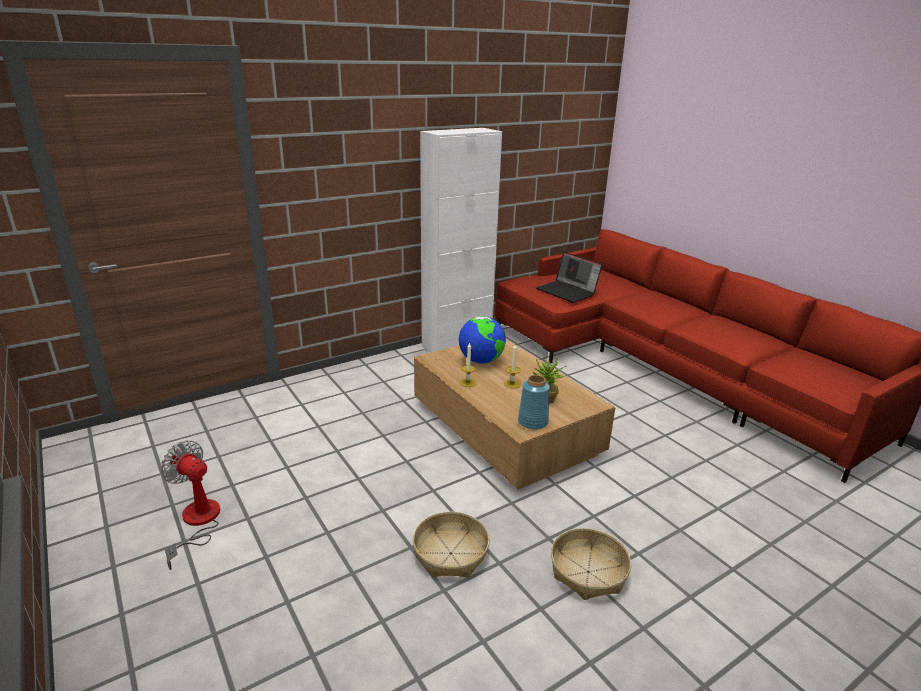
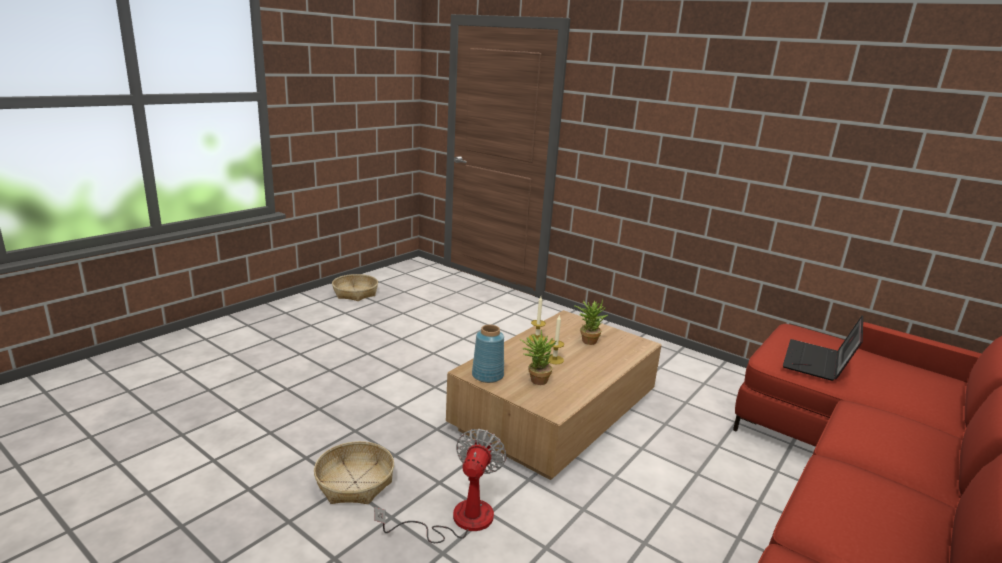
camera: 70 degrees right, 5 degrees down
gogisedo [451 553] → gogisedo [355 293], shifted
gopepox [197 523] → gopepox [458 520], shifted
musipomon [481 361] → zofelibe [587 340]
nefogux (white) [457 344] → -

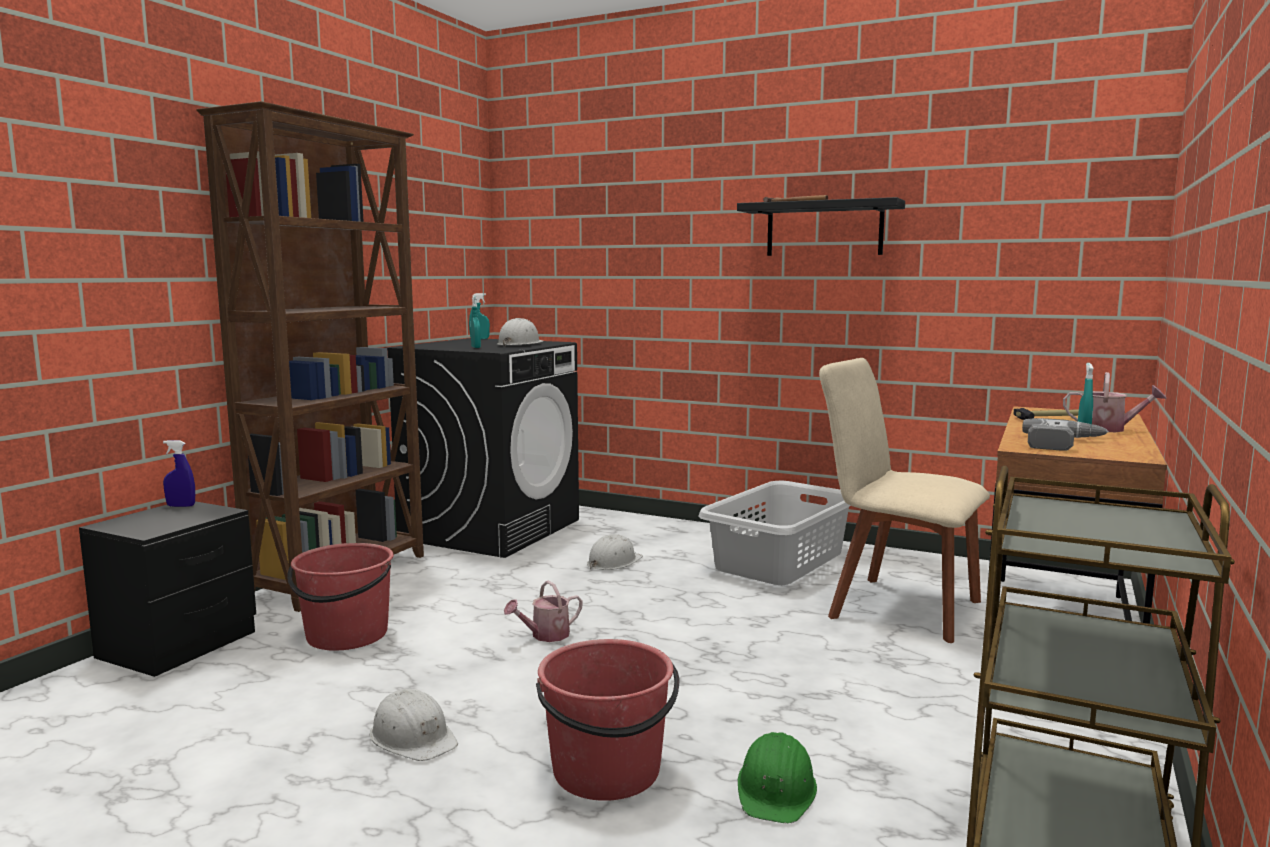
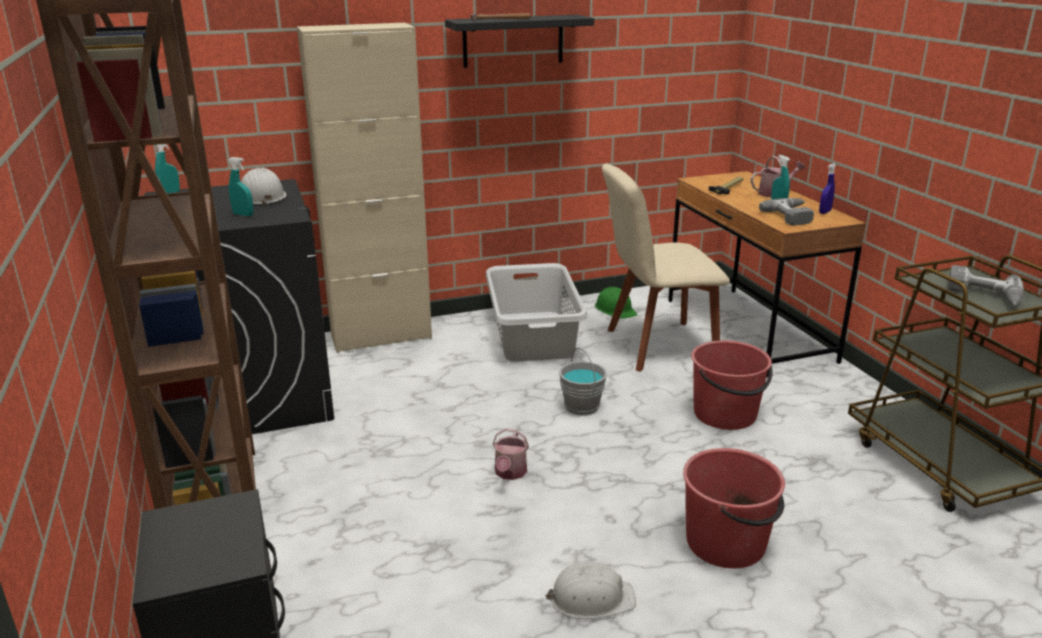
camera: 45 degrees left, 15 degrees up
- → nefogux (beige) [381 336]
- → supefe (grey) [581 406]
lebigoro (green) [776 789] → lebigoro (green) [615 309], shifted
supefe (red) [346 635] → supefe (red) [725 415], shifted
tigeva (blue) [181 506] → tigeva (blue) [824 212], shifted
- → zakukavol [983 295]
lebigoro (white) [613 562] → -

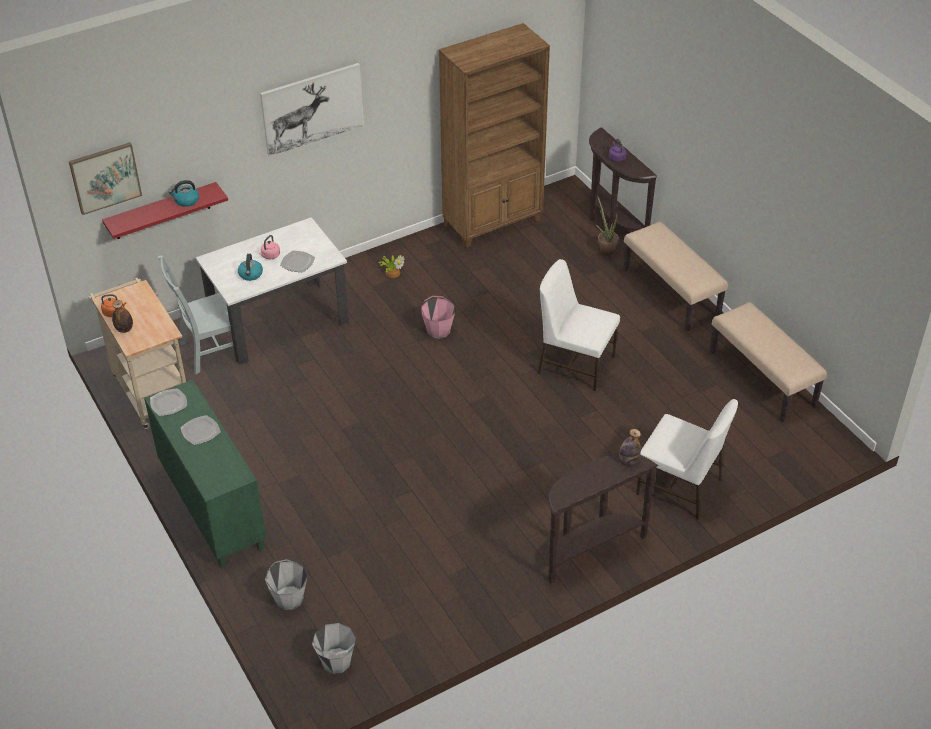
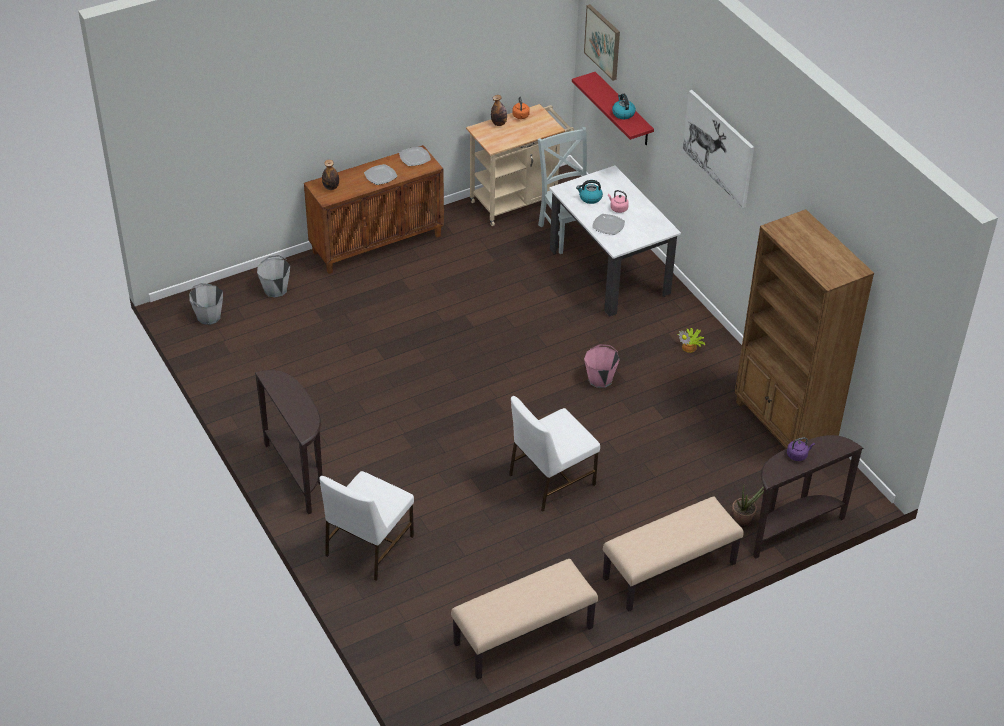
camera: 90 degrees right, 0 degrees up
nefogux (green) [211 508] → nefogux (brown) [377 243]
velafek [628 460] → velafek [331 187], shifted
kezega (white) [575 363] → kezega (white) [550 480], 150 degrees counterclockwise

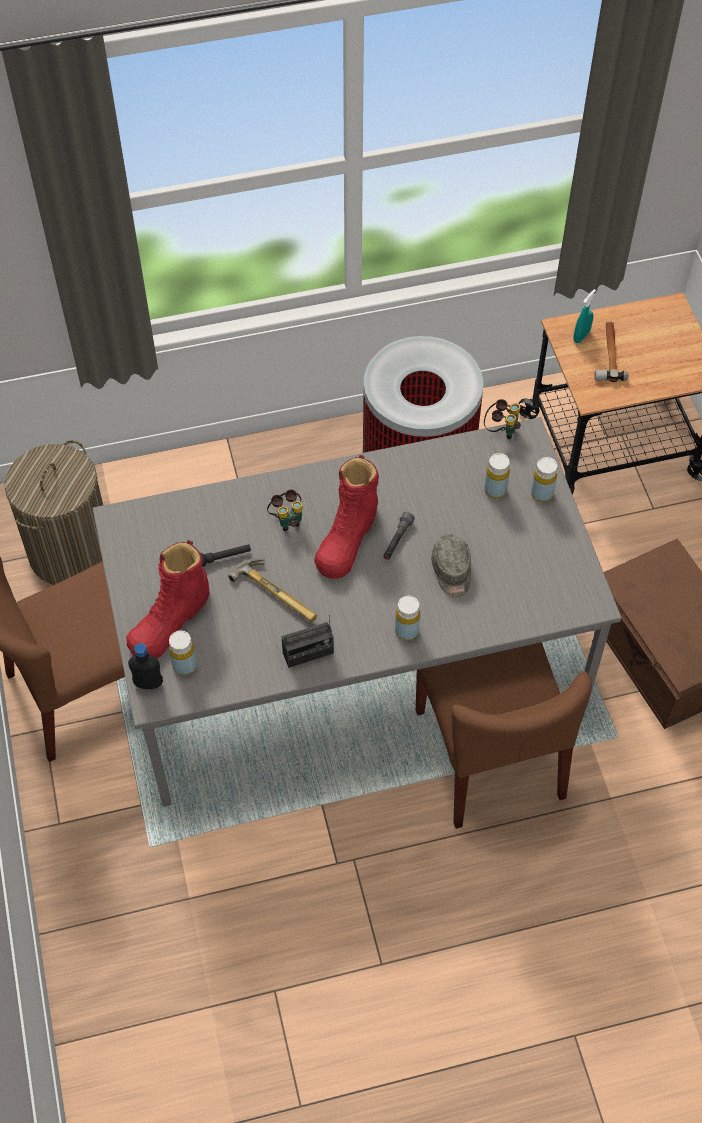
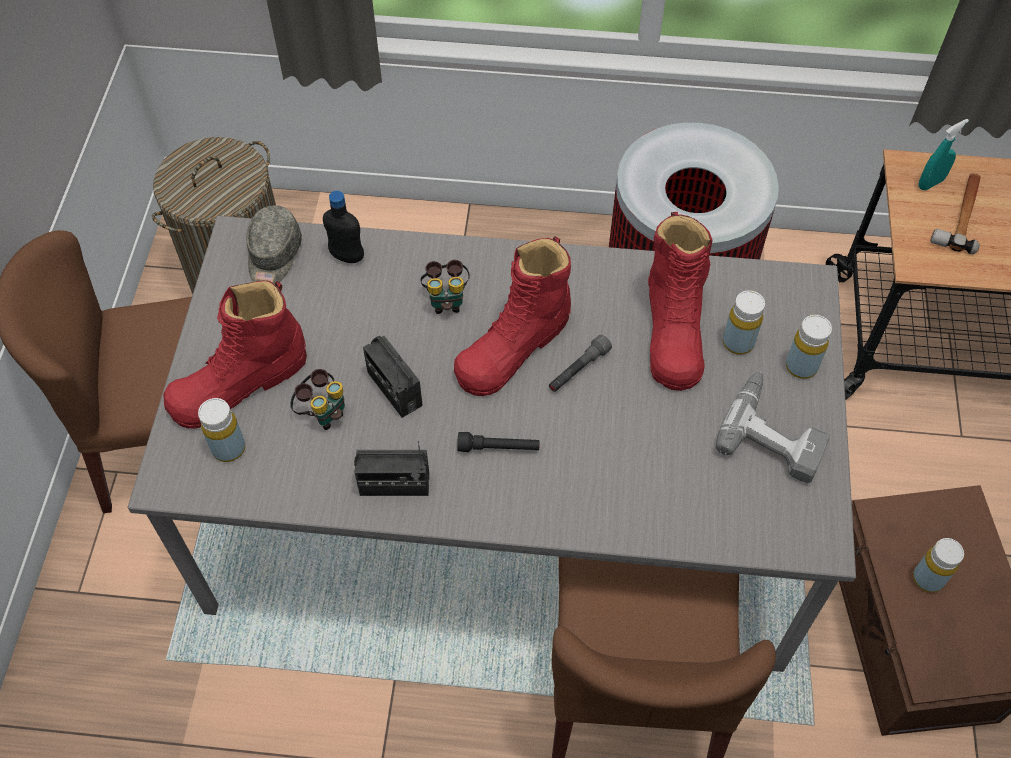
camera: 20 degrees right, 0 degrees up
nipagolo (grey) [452 572] → nipagolo (grey) [273 256], shifted
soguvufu [501 430] → soguvufu [323 413], shifted
velafek (black) [148 684] → velafek (black) [347 256], shifted
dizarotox [279 591] → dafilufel [394 389]
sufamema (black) [223 558] → sufamema (black) [498 448], shifted
- → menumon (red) [673 331]
- → zakukavol [775 432]
velafek (yellow) [406 631] → velafek (yellow) [928 578], shifted

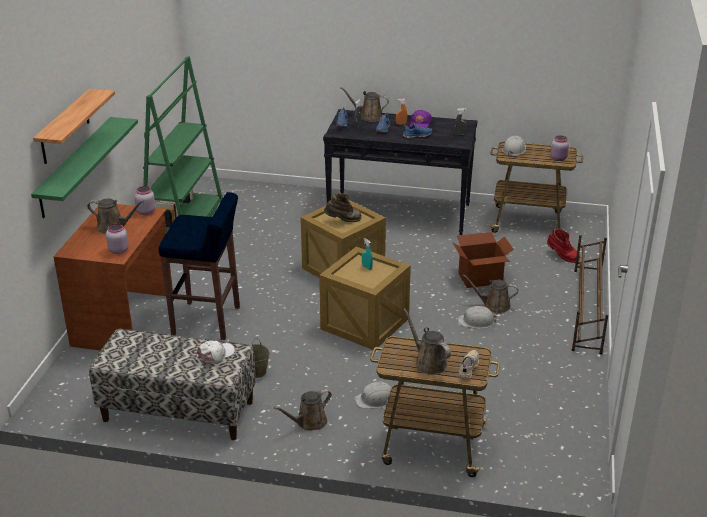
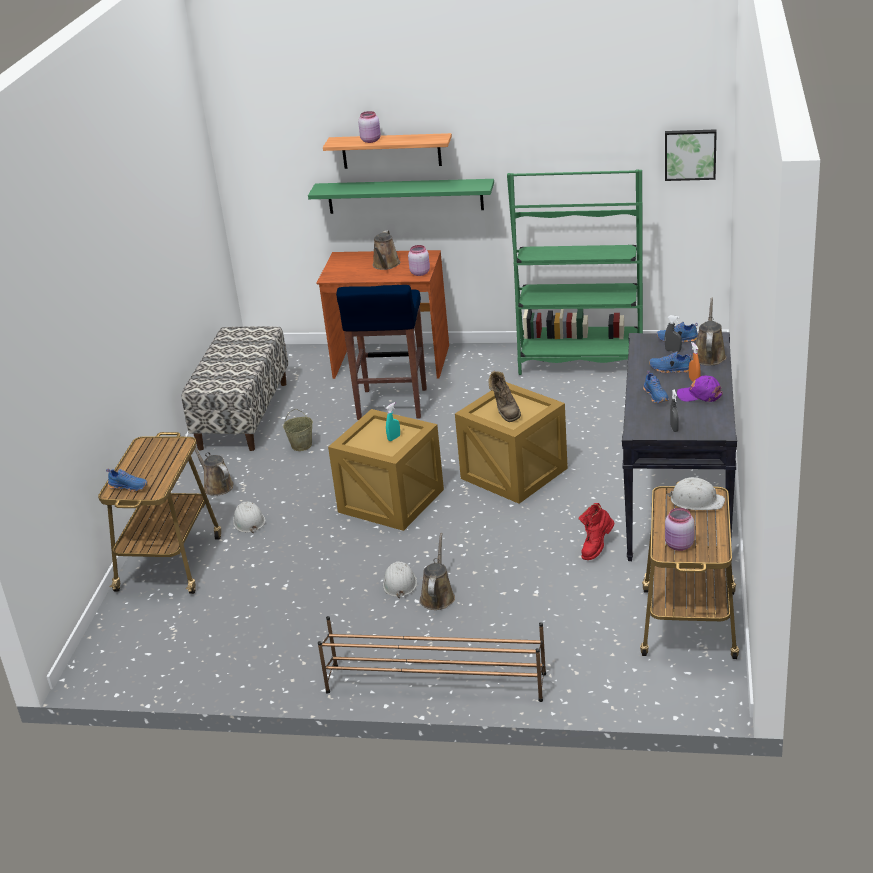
camera: 90 degrees right, 0 degrees up
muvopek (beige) [467 368] → muvopek (blue) [129 486]
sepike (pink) [118 250] → sepike (pink) [371 140], shifted
menumon (red) [561 256] → menumon (red) [596 547], shifted
- → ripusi [690 154]
nipagolo (white) [215 355] → -
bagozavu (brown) [428 363] → -
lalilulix [480 279] → -

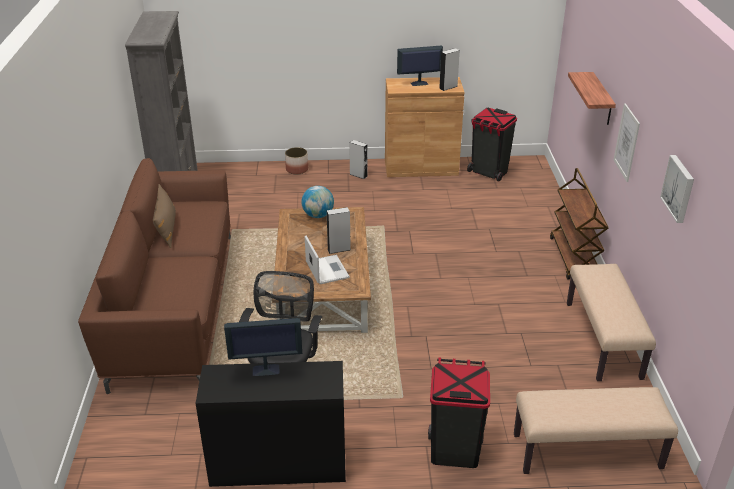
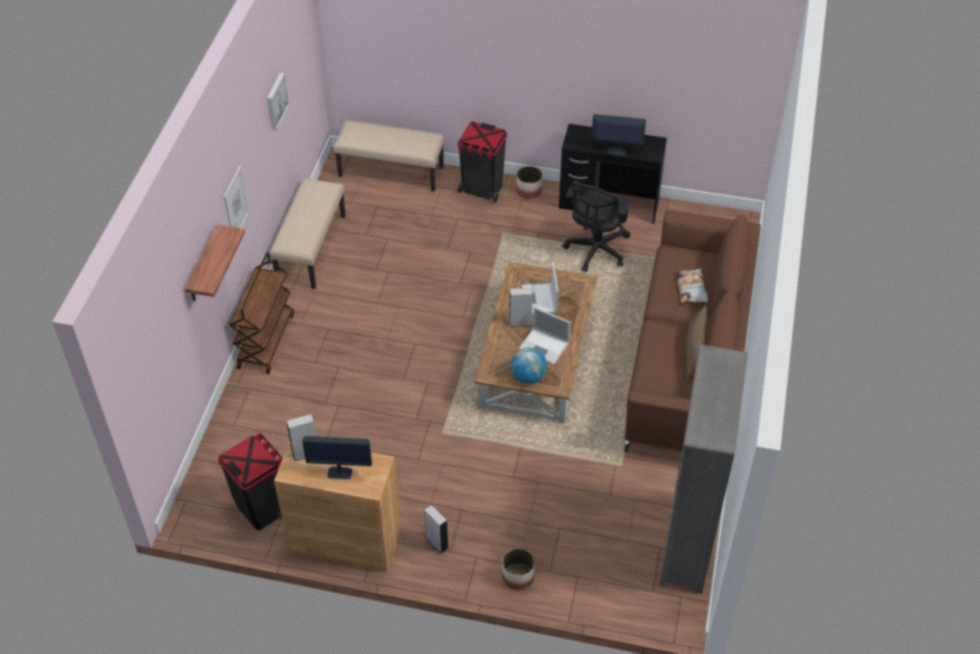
camera: 165 degrees left, 15 degrees up
- → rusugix [529 191]
- → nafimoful [544 346]
- → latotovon [692 289]

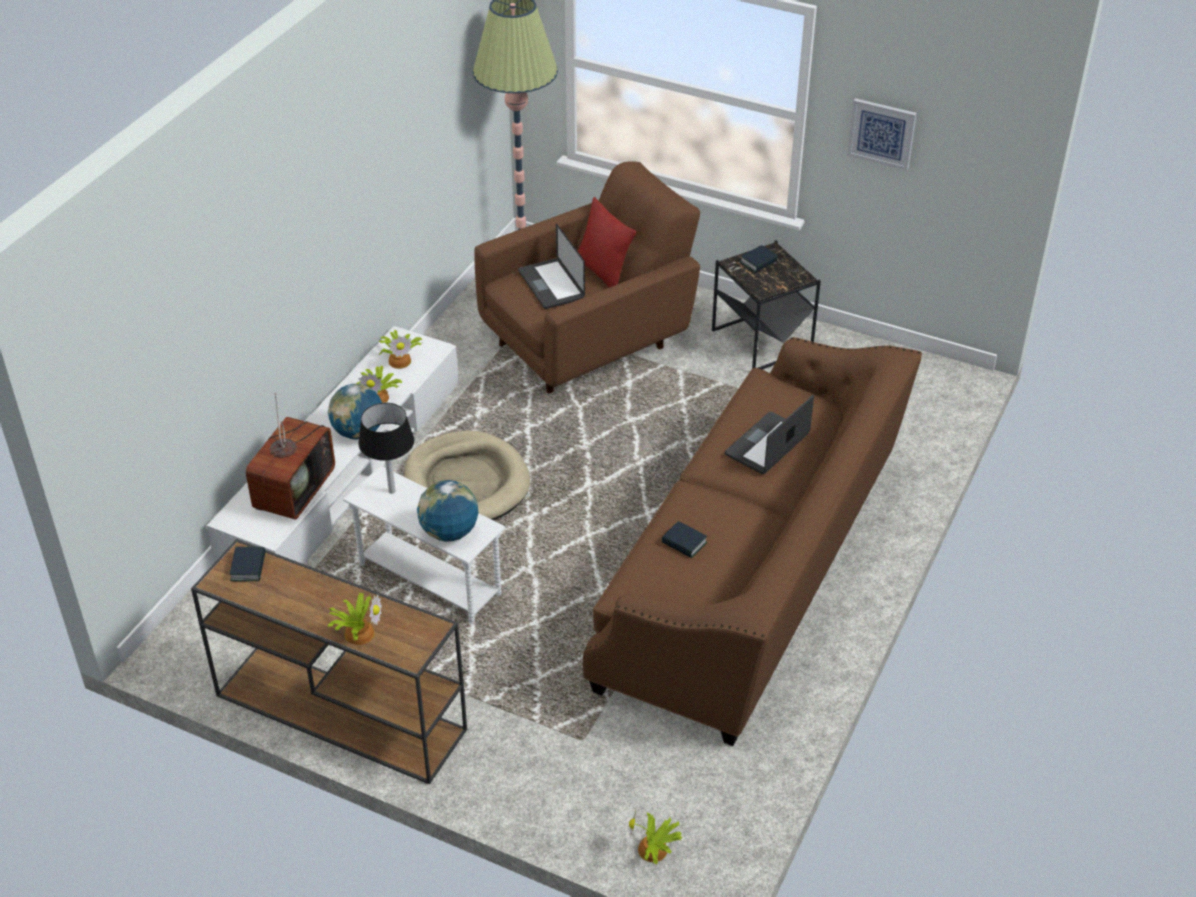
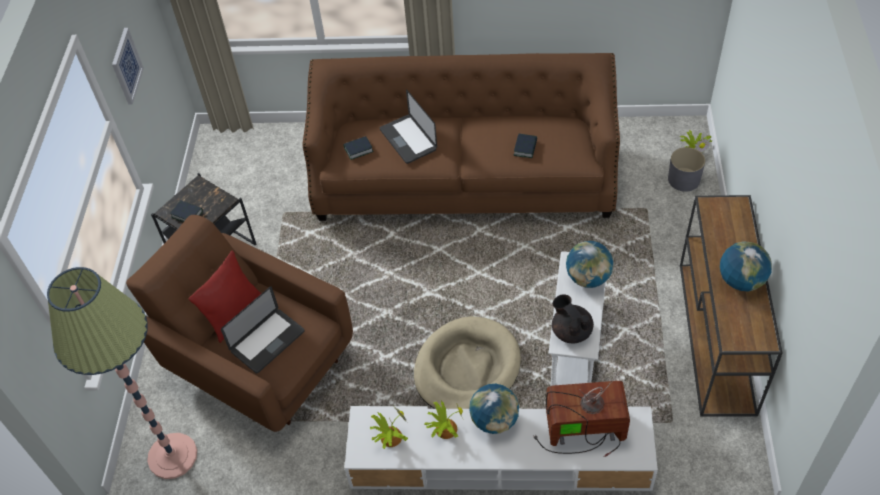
camera: 110 degrees left, 10 degrees up
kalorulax [248 567] → kalorulax [358 150], shifted
nafimoful [767 445] → nafimoful [408 140], 45 degrees clockwise
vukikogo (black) [392 491] → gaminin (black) [571 331]
- → rusugix (grey) [684 180]
- → musipomon [741 280]
zofelibe [358 632] → -

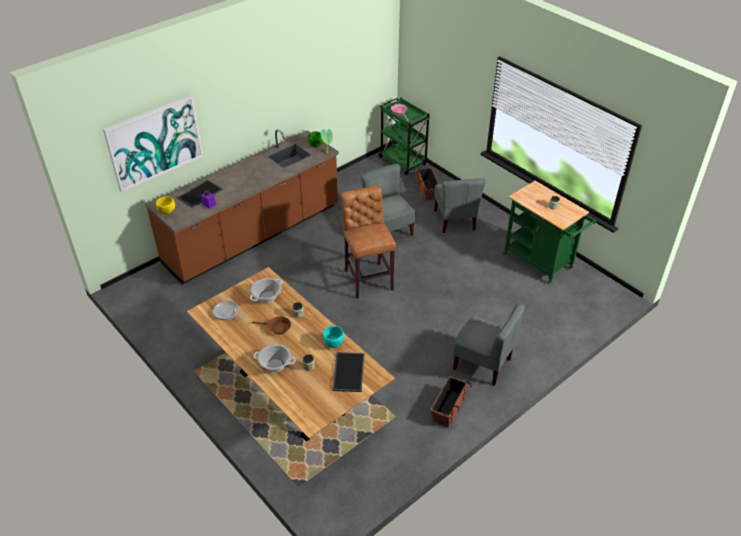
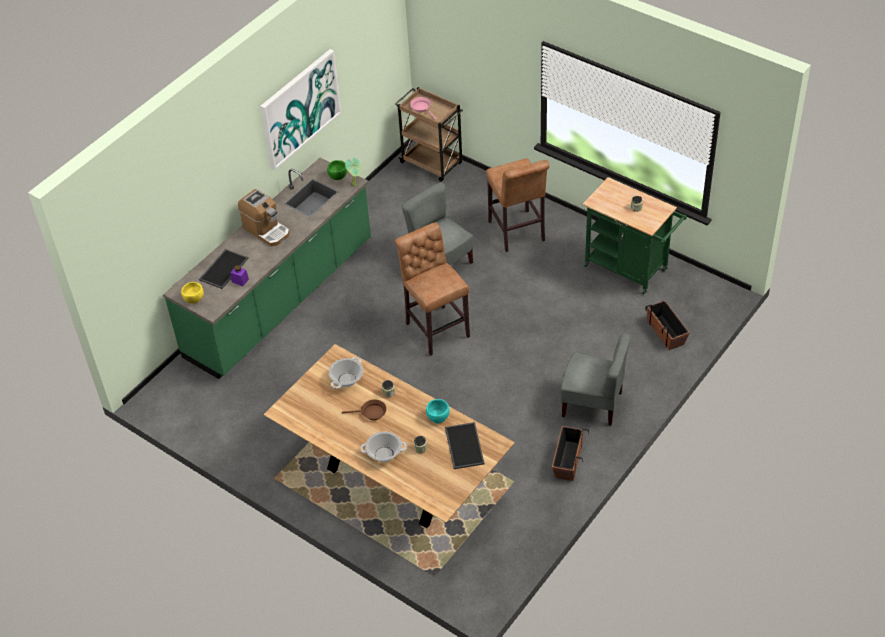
camera: 10 degrees left, 5 degrees up
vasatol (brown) [253 235] → vasatol (green) [281 299]
- → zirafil [266 230]
ripusi [154 142] → ripusi [300 108], shifted
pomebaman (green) [403 161] → pomebaman (brown) [432 163]
kezega (grey) [455 220] → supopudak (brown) [517 233]
rusugix [427 190] → rusugix [666 332], shifted
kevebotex [227 313] → -

